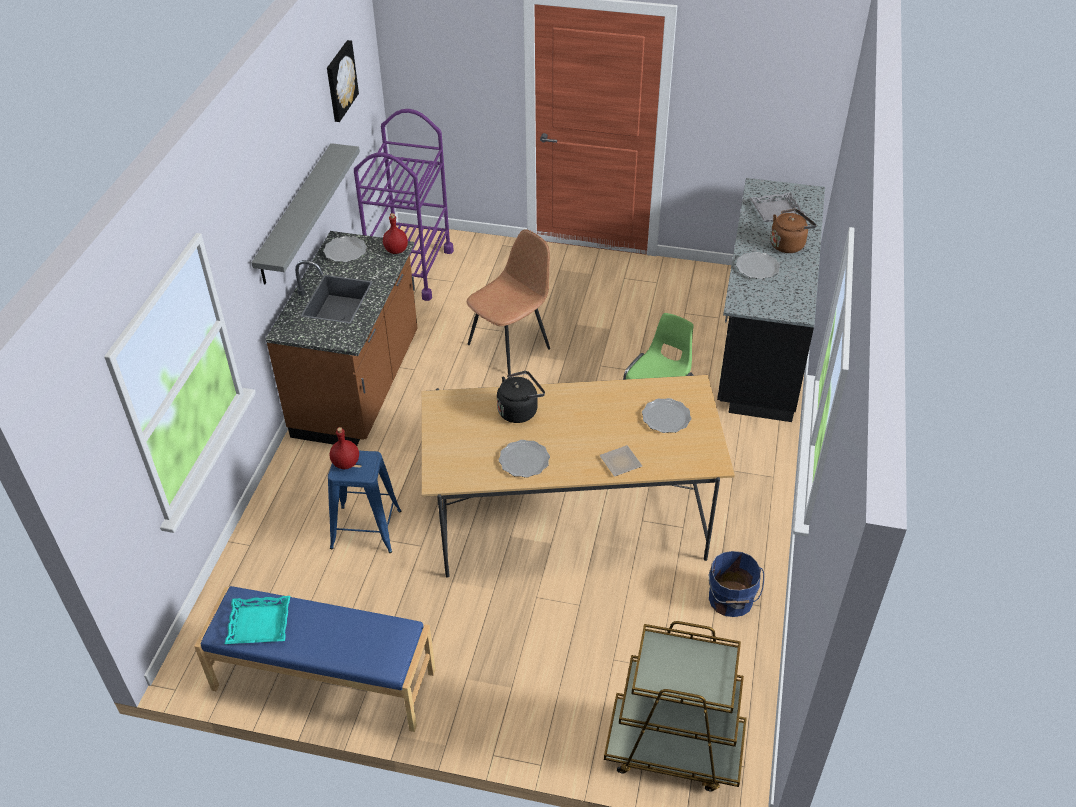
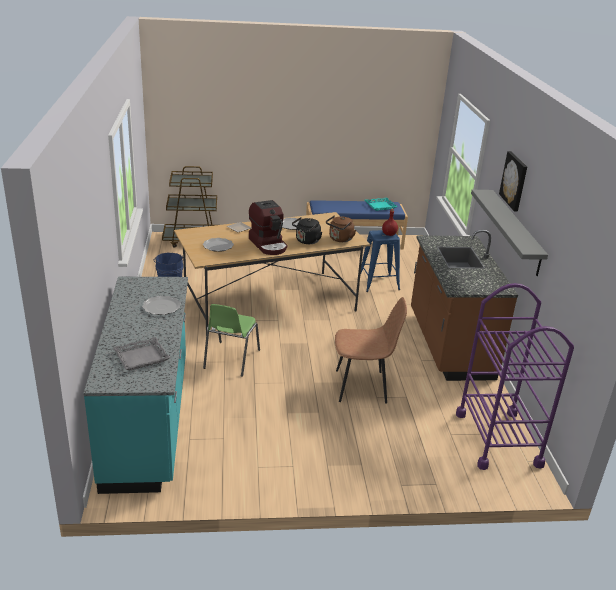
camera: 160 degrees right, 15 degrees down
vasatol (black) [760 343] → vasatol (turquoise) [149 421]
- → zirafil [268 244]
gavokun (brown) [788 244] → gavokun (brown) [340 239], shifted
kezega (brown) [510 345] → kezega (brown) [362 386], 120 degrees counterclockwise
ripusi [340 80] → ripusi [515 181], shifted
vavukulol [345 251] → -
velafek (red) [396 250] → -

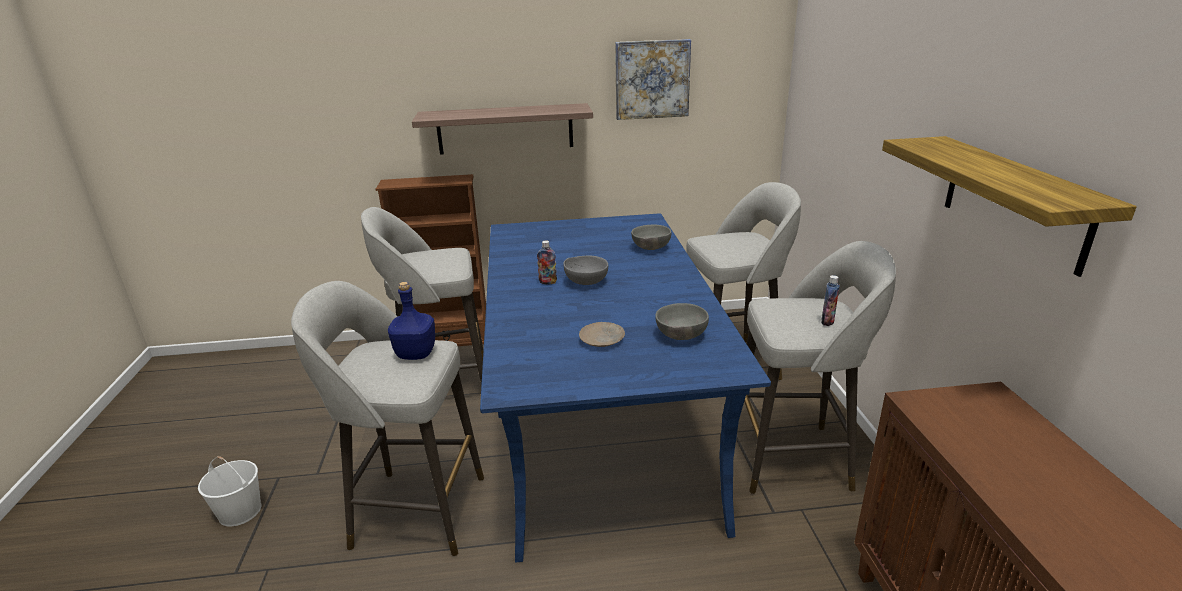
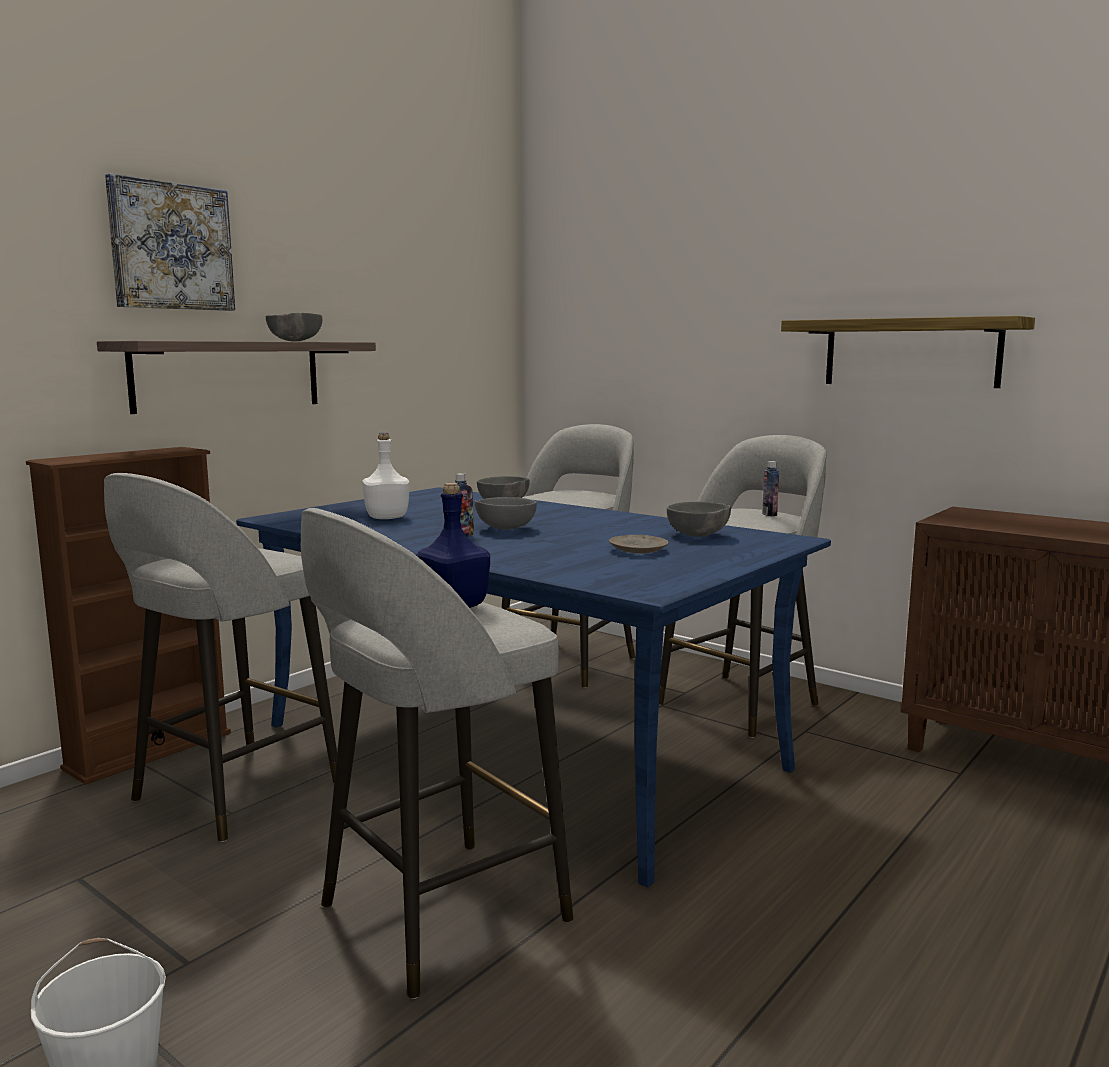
camera: 45 degrees left, 15 degrees down
ripusi [652 79] → ripusi [171 246], shifted
- → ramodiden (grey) [294 341]
- → velafek (white) [386 517]

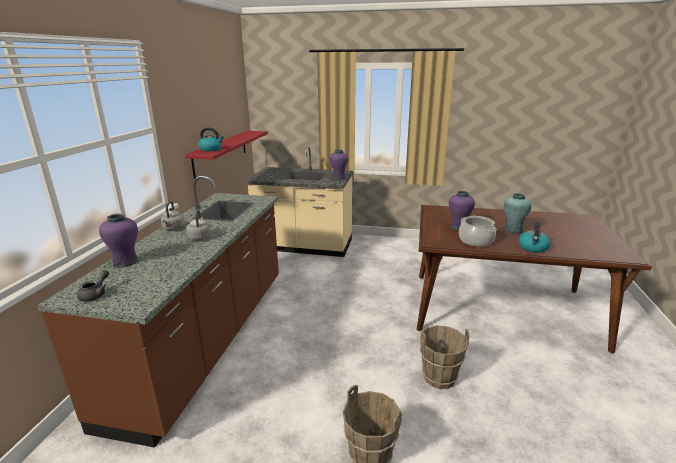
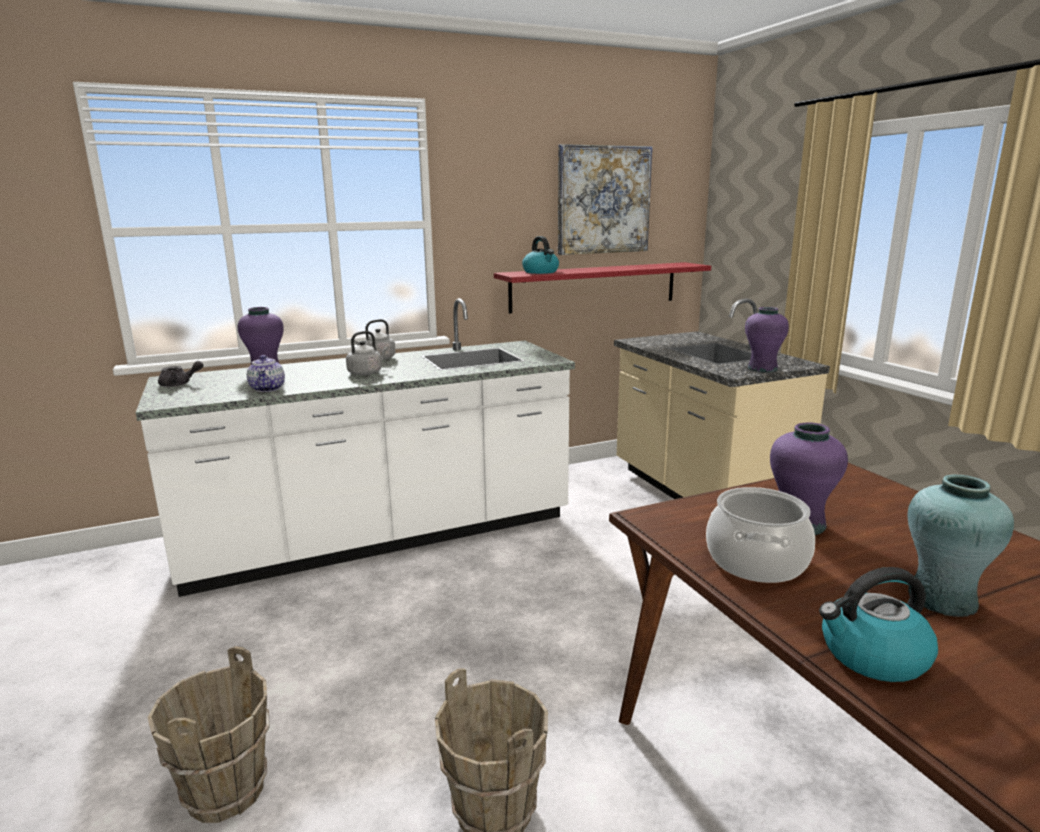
camera: 55 degrees right, 5 degrees down
vasatol (brown) [207 340] → vasatol (white) [382 537]
- → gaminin [268 389]
- → ripusi [603 200]

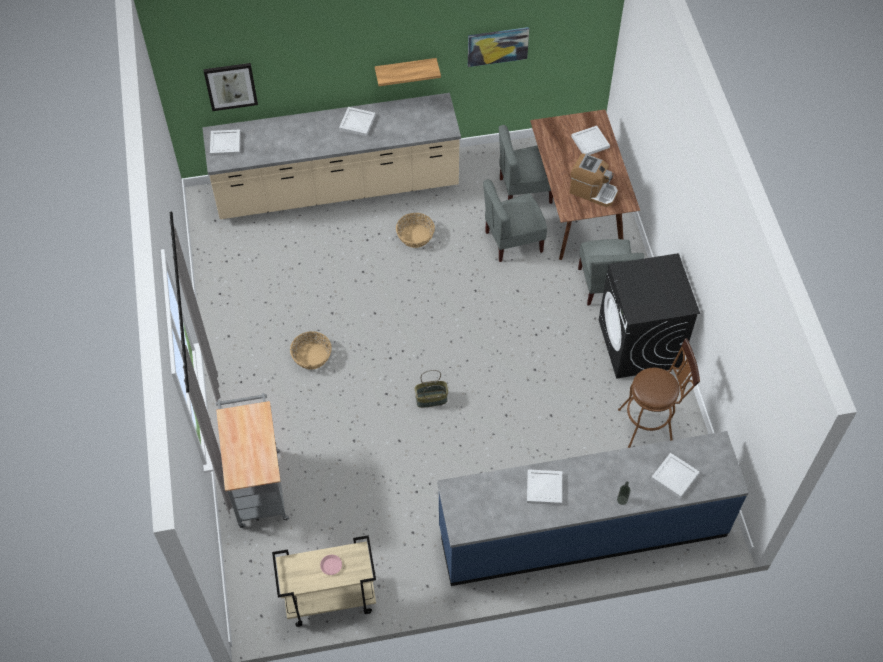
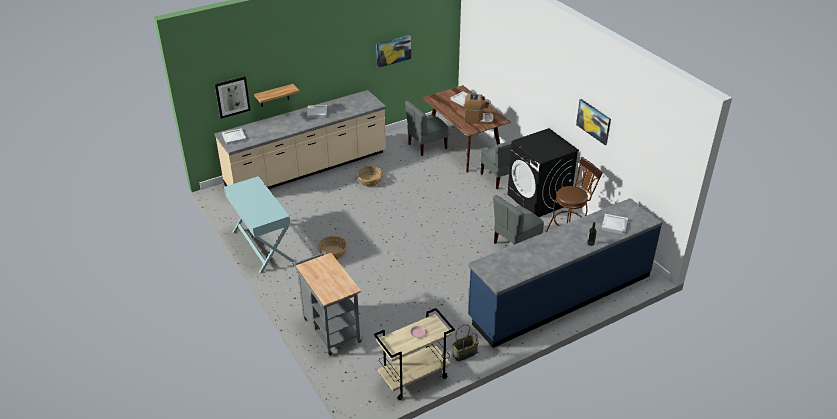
camera: 20 degrees left, 20 degrees down
- → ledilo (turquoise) [262 246]
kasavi [405 70] → kasavi [274 95], shifted
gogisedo [431 399] → gogisedo [464 353], shifted
kezega (grey) [513 241] → kezega (grey) [516 243], shifted
- → ripusi [593 121]
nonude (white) [543 487] → -

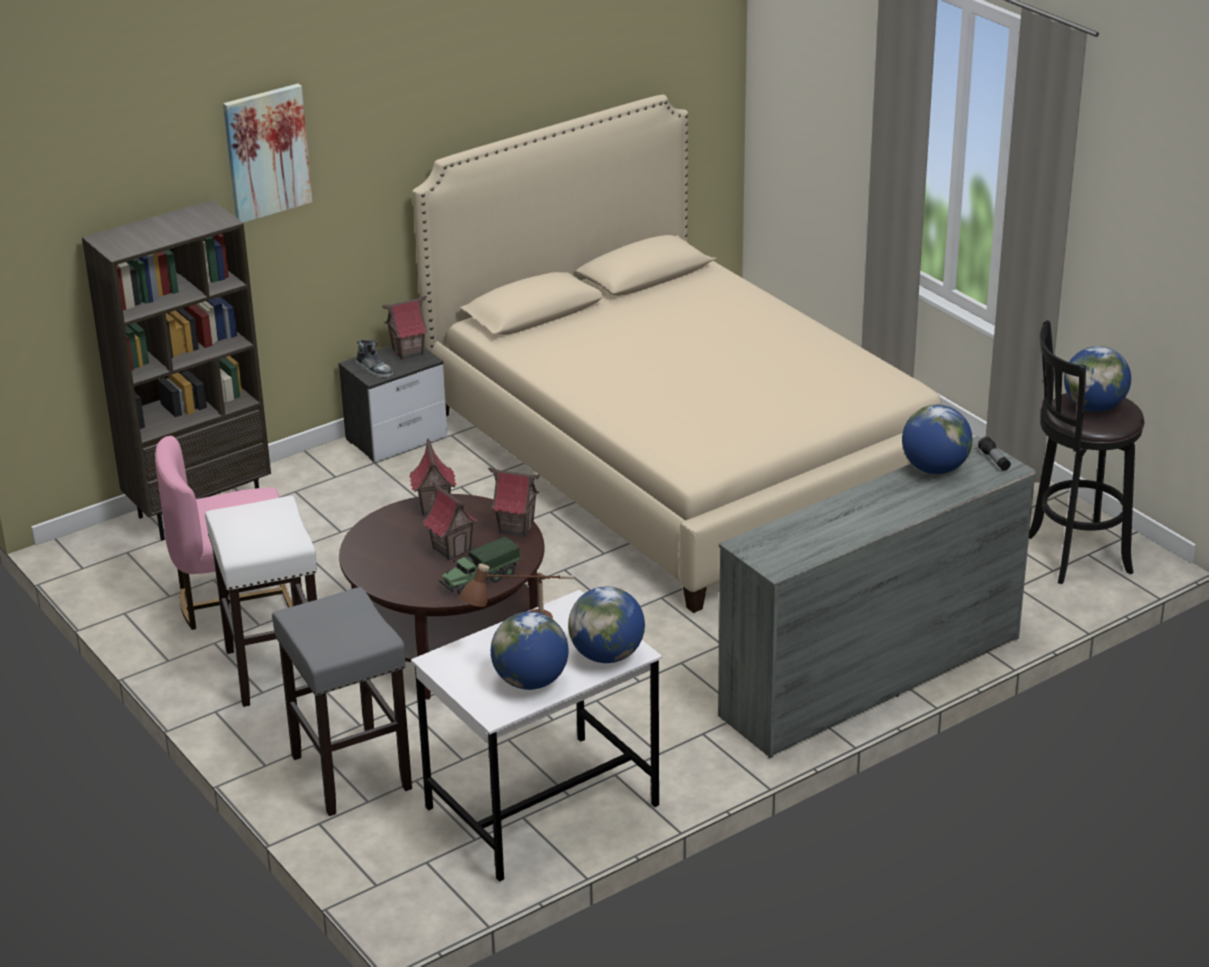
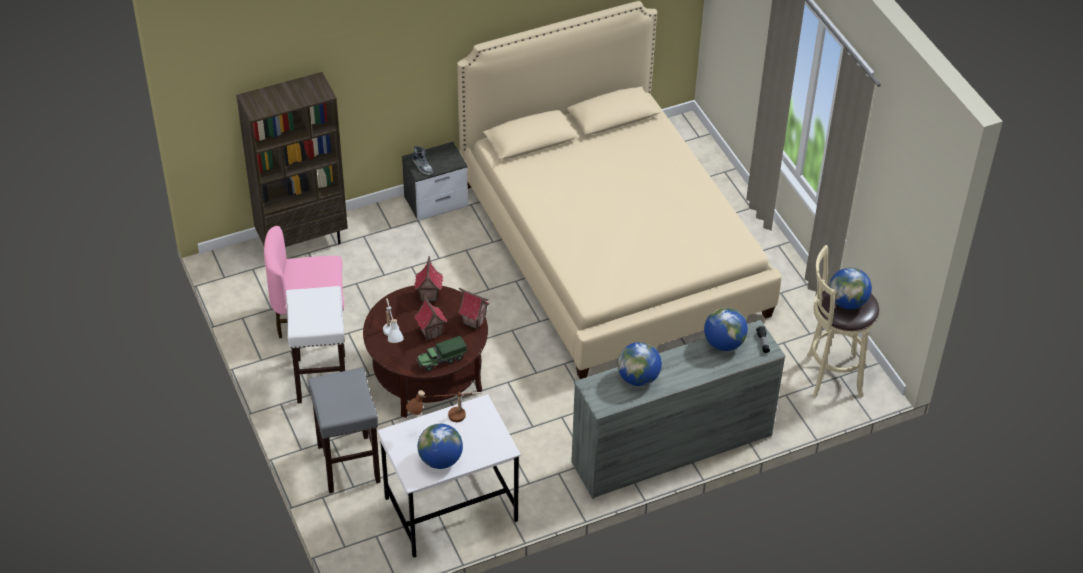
camera: 10 degrees right, 15 degrees up
- → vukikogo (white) [392 339]
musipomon [607 655] → musipomon [638 378], shifted
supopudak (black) [1073 555] → supopudak (beige) [830 375]
ripusi [266 152] → -
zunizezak [408 352] → -

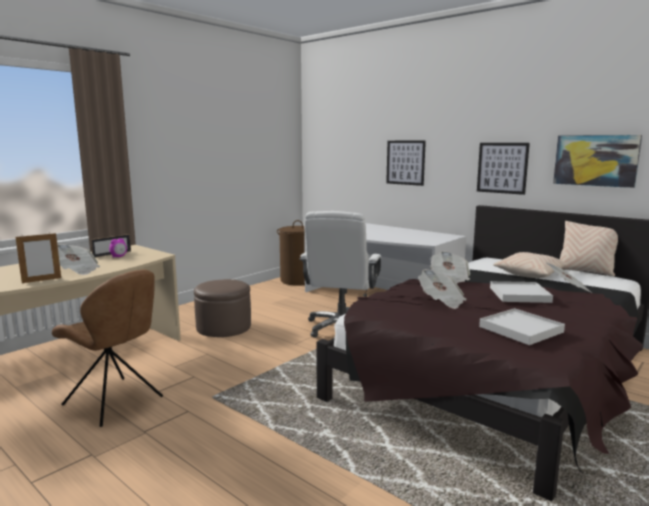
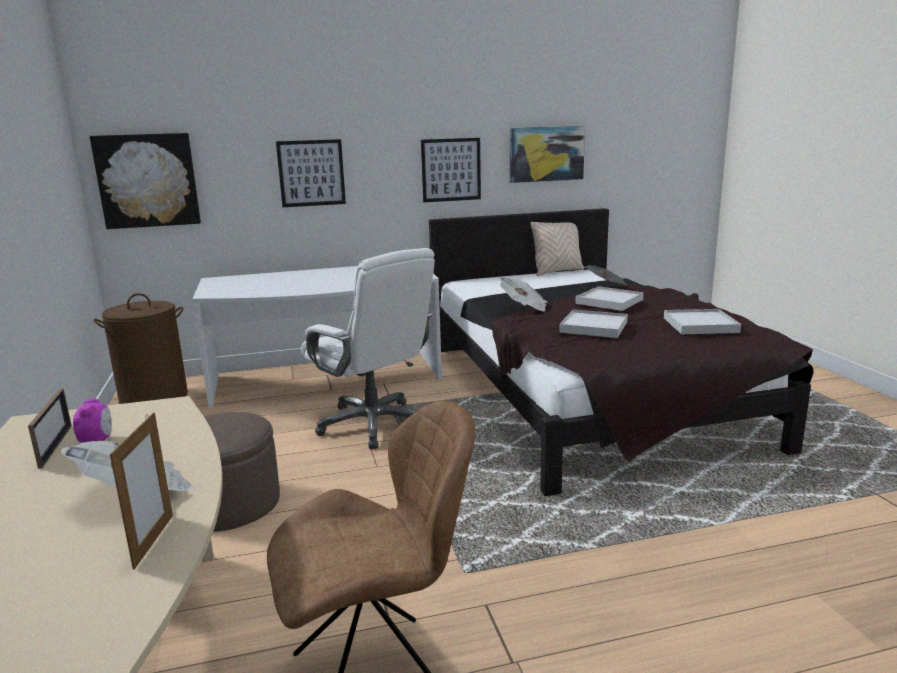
camera: 55 degrees left, 5 degrees up
- → ripusi [147 180]
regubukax [441 301] → nonude (white) [594 327]
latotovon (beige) [529 274] → -

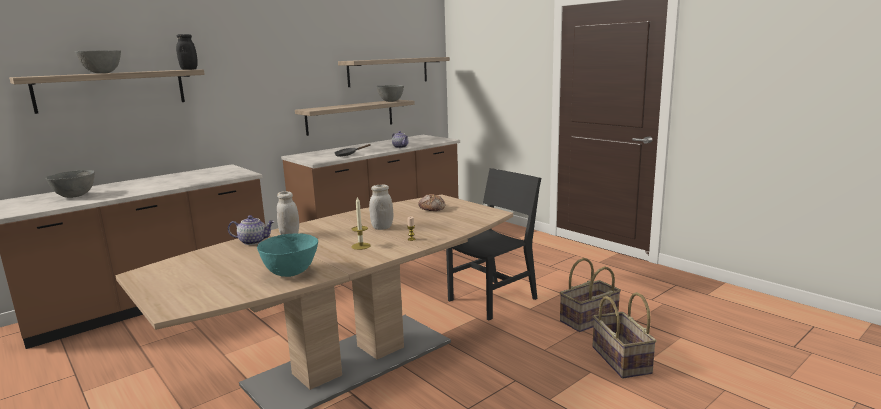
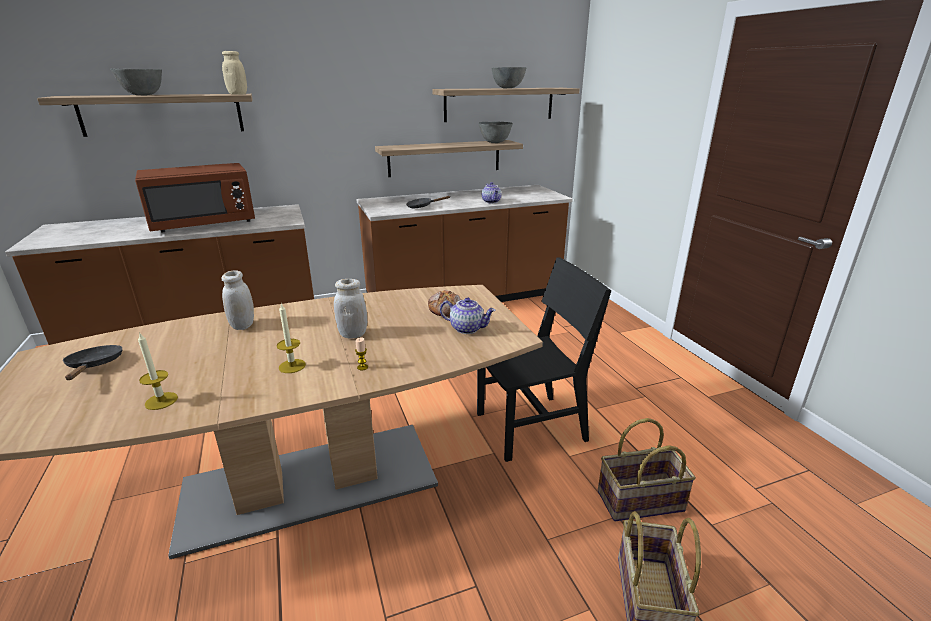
camera: 20 degrees right, 10 degrees up
- → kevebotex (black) [94 366]
- → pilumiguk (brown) [204 224]
ramodiden (turquoise) [290 273] → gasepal [161 401]
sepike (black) [189 69] → sepike (beige) [238 94]
gaminin [253 241] → gaminin [467 328], shifted
ramodiden (grey) [74 196] → ramodiden (grey) [507 88], shifted

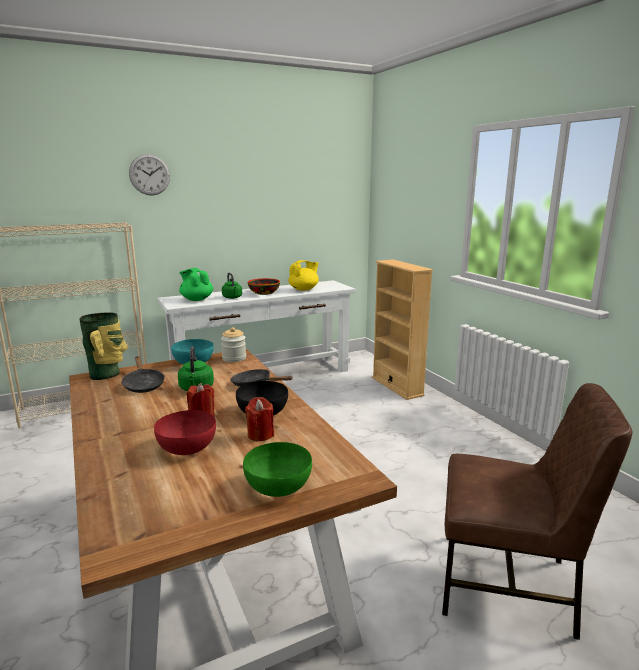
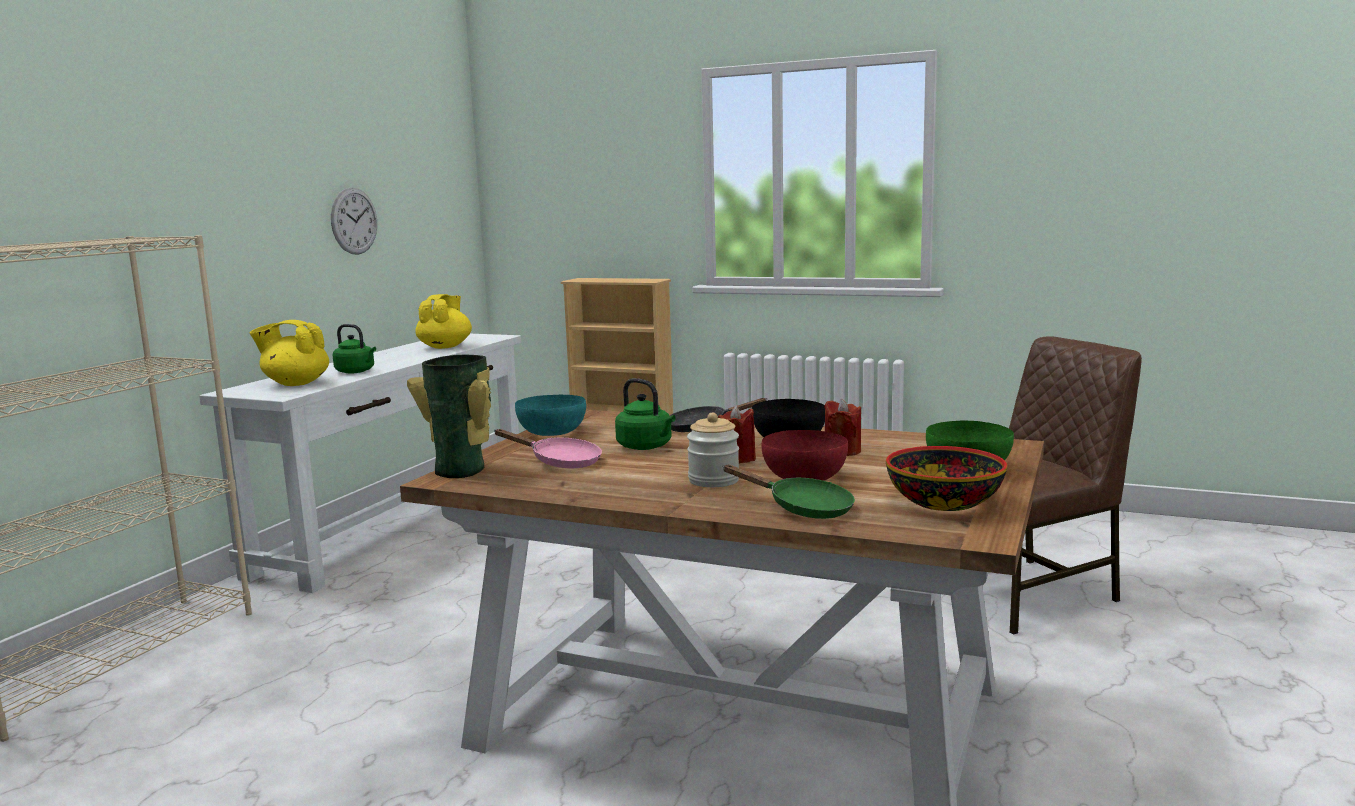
camera: 40 degrees left, 5 degrees down
gaminin (green) [196 299] → gaminin (yellow) [295 383]
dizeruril [149 174] → dizeruril [354 221], shifted
kevebotex (black) [143 384] → kevebotex (pink) [559 462]
sepike [234 358] → sepike [713 480], shifted
- → kevebotex (green) [802 508]
ramodiden [264 293] → ramodiden [945 502], shifted

